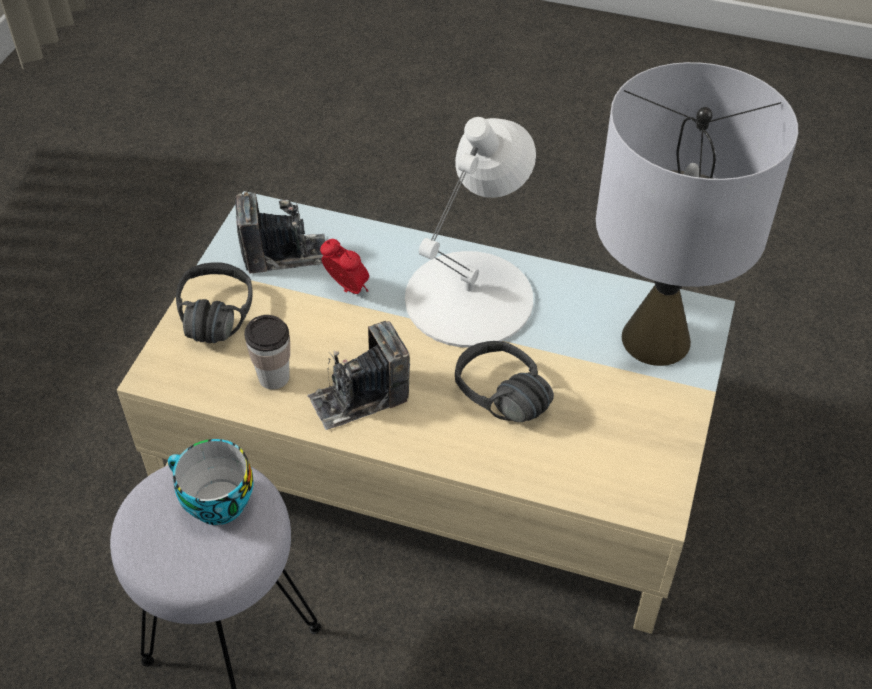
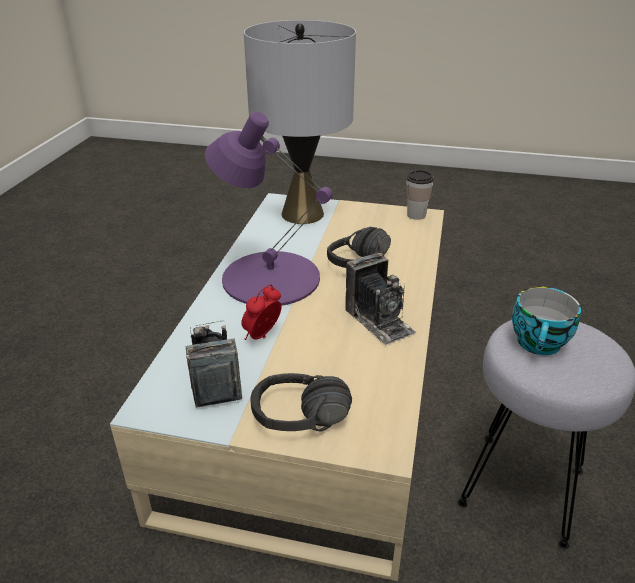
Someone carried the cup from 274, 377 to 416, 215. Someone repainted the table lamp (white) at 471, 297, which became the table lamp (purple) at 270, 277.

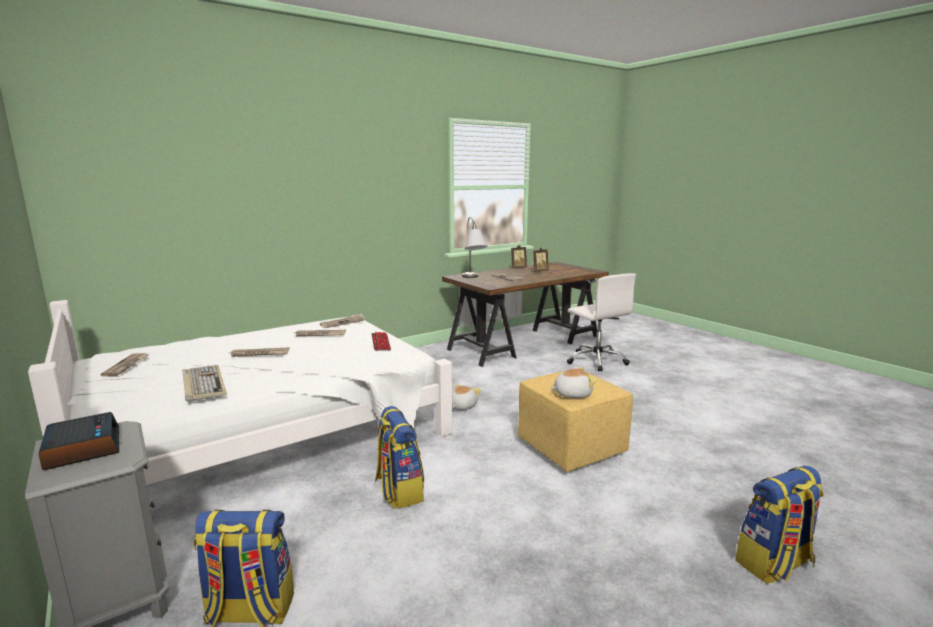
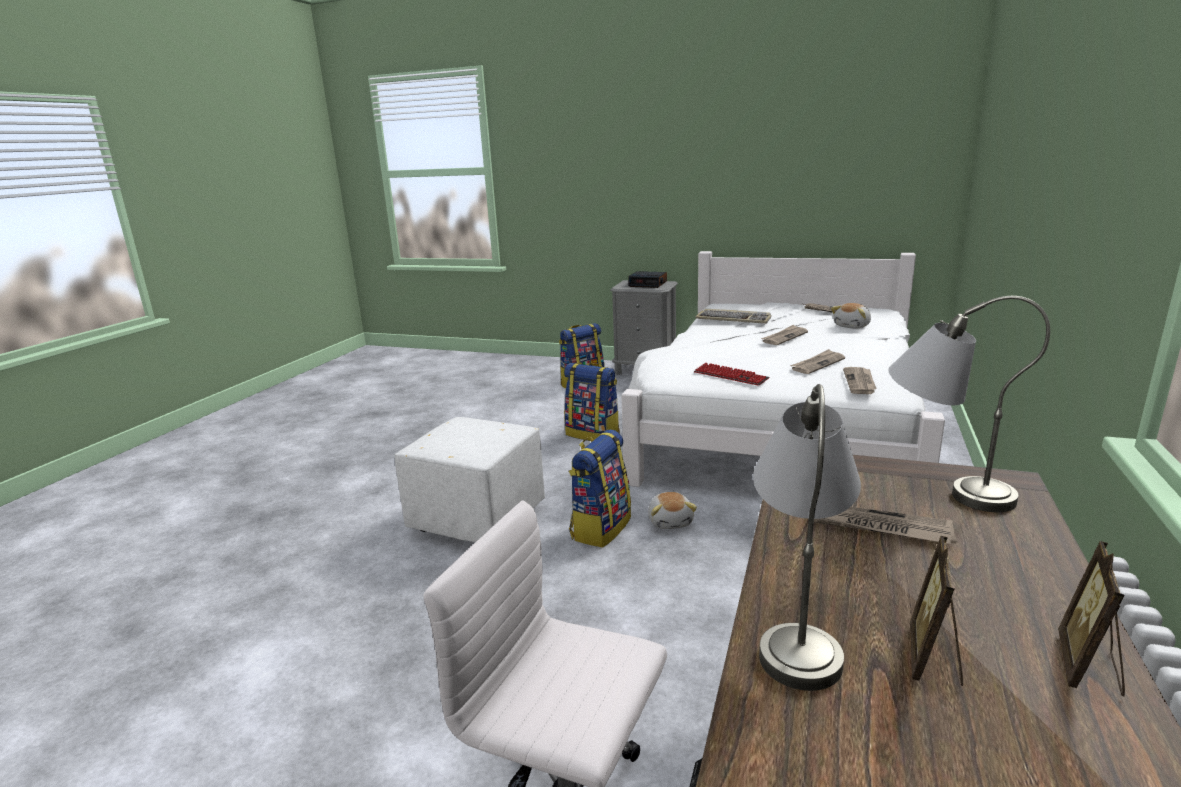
Someone put down the table lamp (grey) at 799, 624. Someone carried the plush toy from 572, 394 to 852, 326. Someone carried the backpack from 774, 564 to 600, 528. Someone repainted the ottoman (yellow) at 569, 449, which became the ottoman (white) at 479, 518.

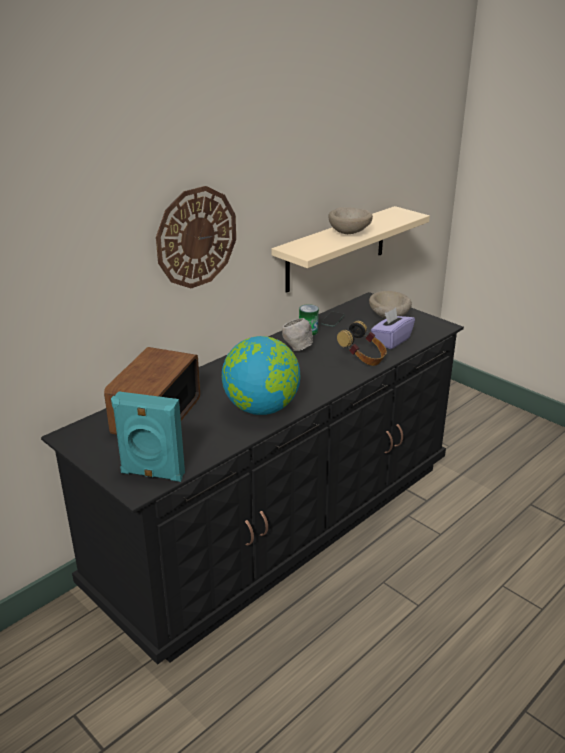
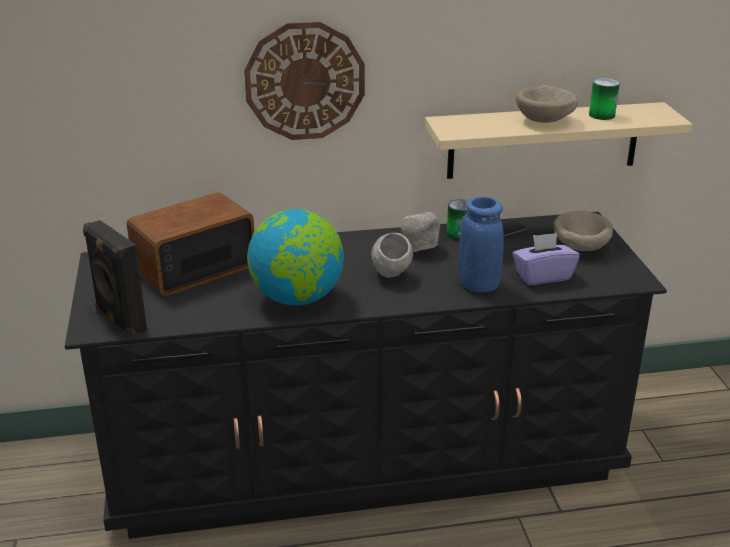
Someone put down the bowl (grey) at 391, 276. Someone put down the can at 602, 115. Someone swapped the headphones at 363, 359 for the vase (blue) at 478, 285. Someone repainted the speaker (turquoise) at 152, 474, which became the speaker (black) at 119, 321.

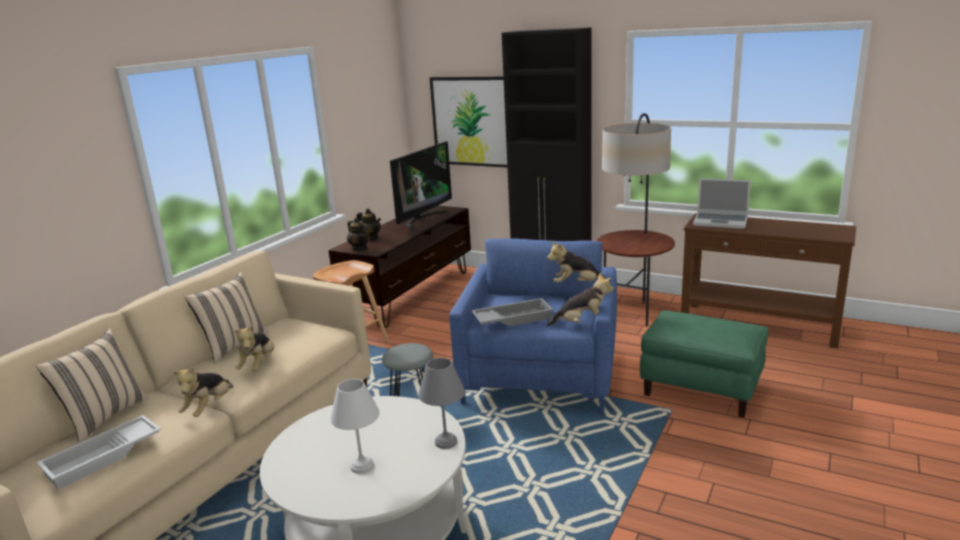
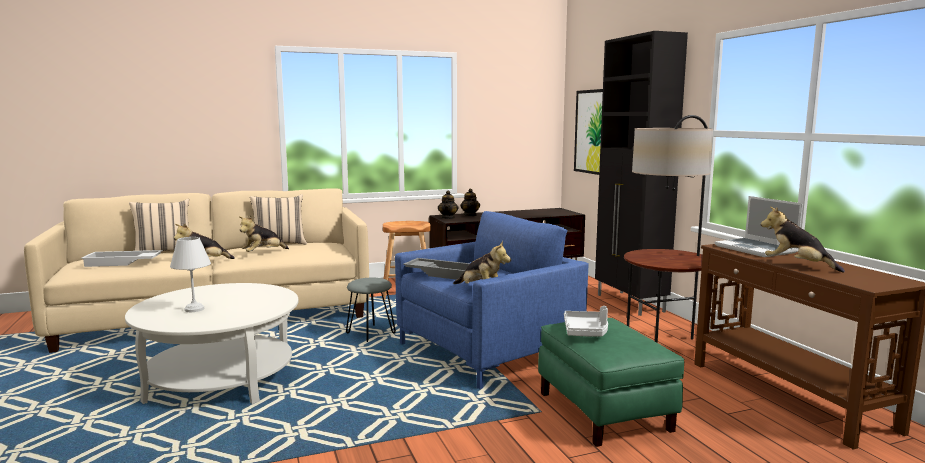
Someone took away the television at 422, 219. Someone took away the table lamp (grey) at 446, 441. Someone put down the tray (grey) at 586, 331. Someone carried the plush toy from 577, 285 to 797, 265.

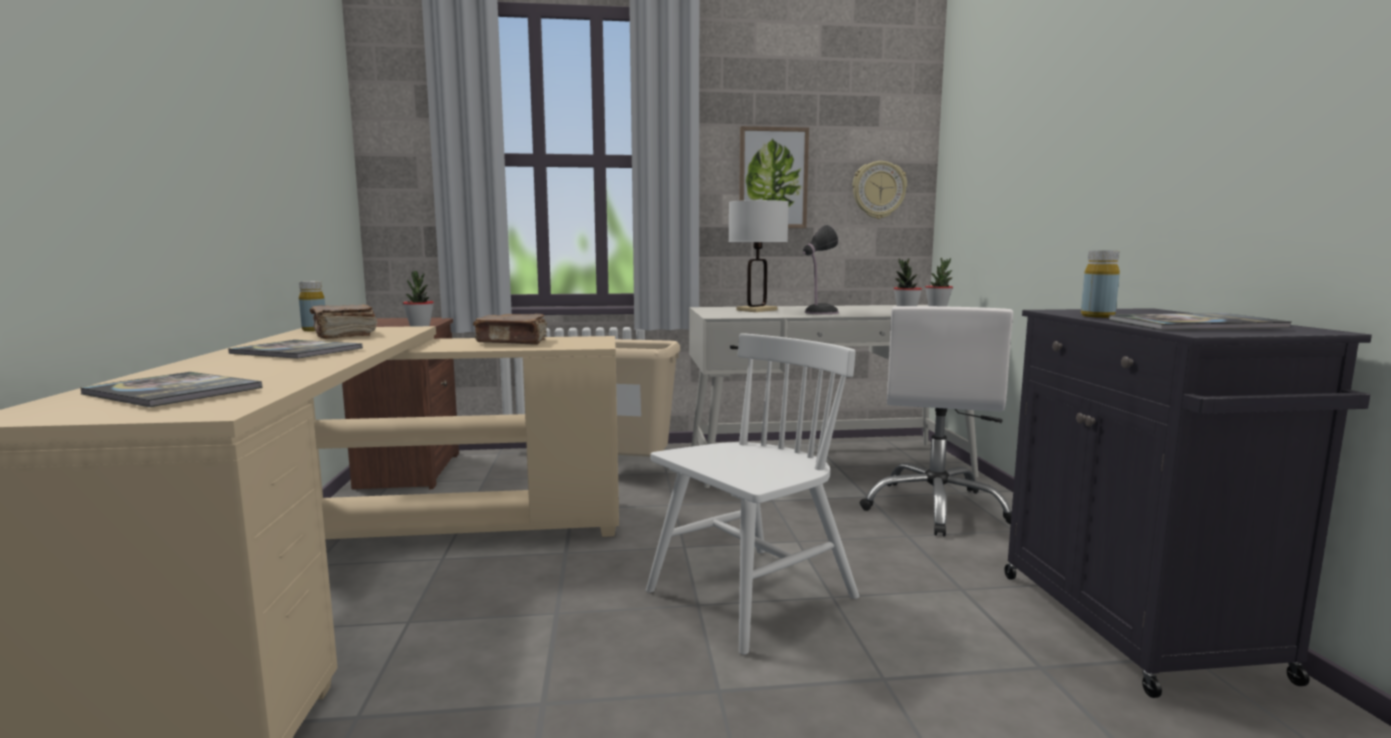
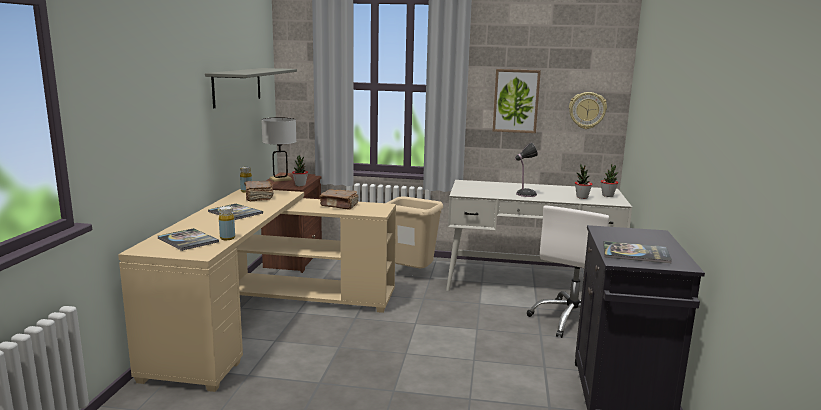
Someone took away the chair (white) at 751, 595. Someone put up the shelf (grey) at 237, 86. Someone carried the table lamp (white) from 756, 310 to 280, 179. Someone carried the bottle (yellow) from 1097, 316 to 227, 238.

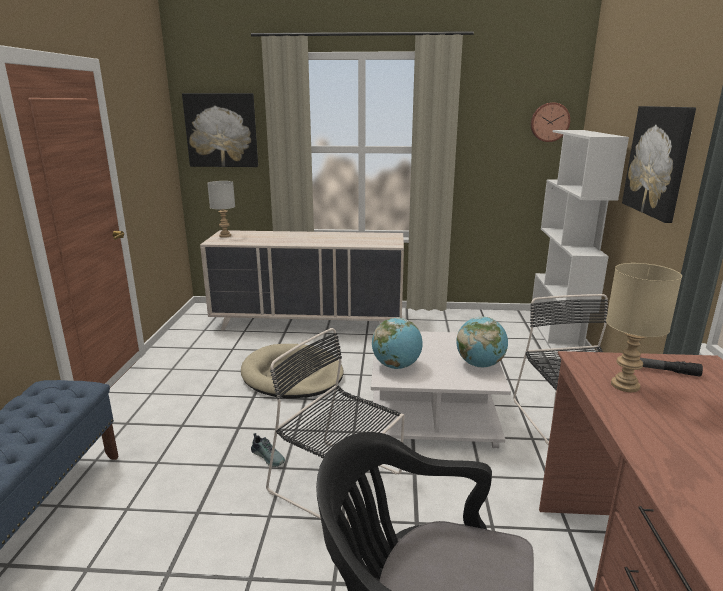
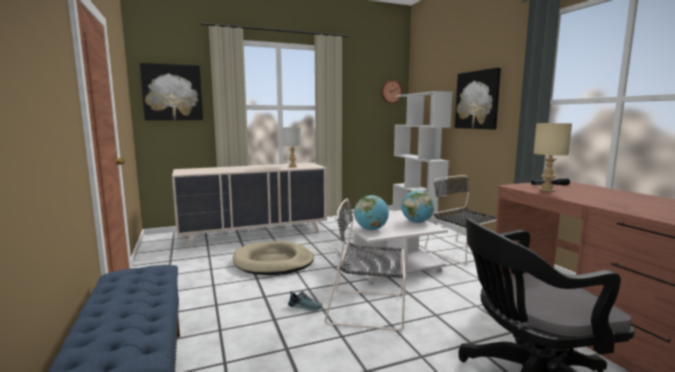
Someone carried the table lamp (grey) from 225, 236 to 292, 167.

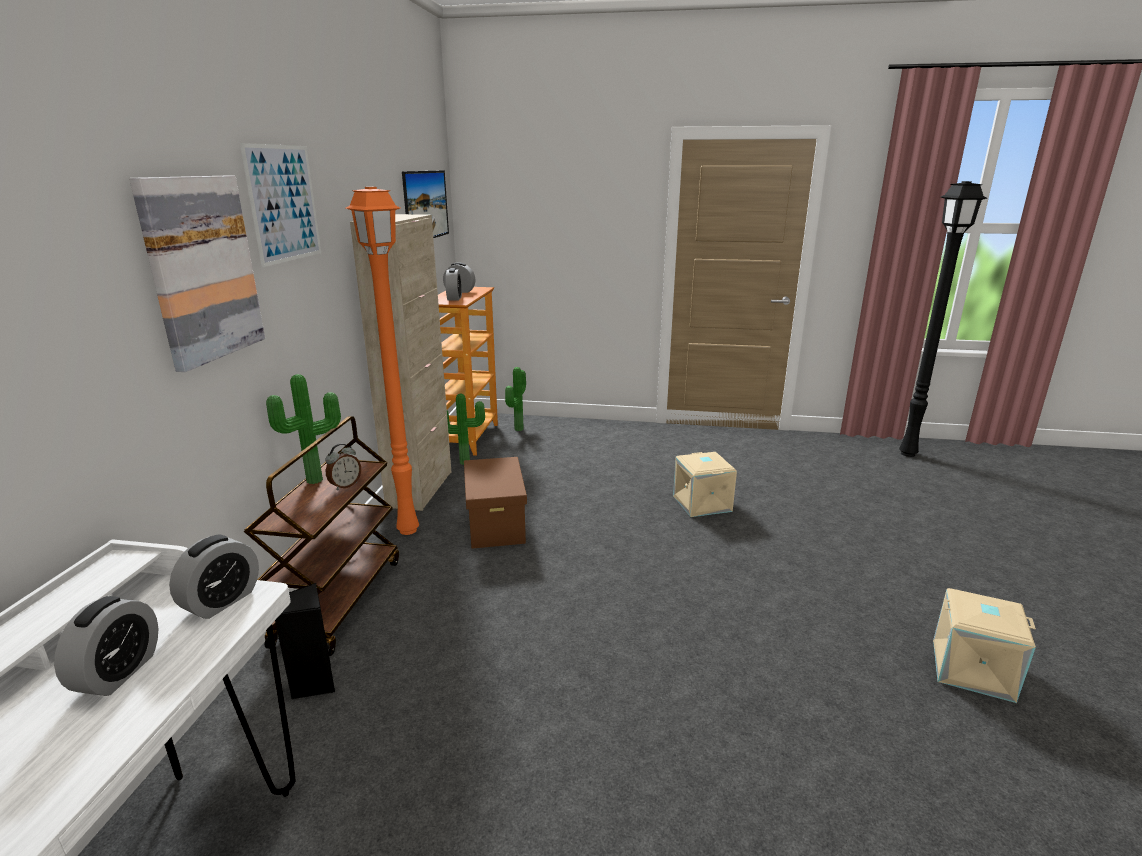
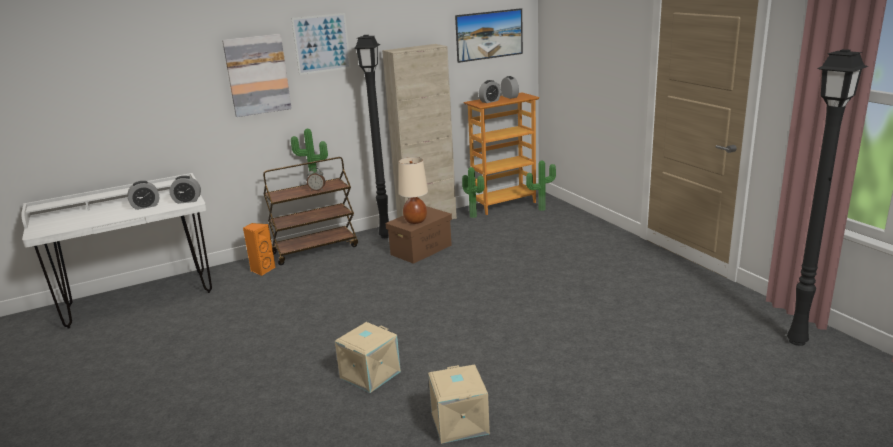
Someone put down the table lamp (beige) at 416, 221. Someone carried the storage box (beige) from 700, 503 to 369, 374. Someone repainted the speaker (black) at 312, 683, which became the speaker (orange) at 262, 270. Someone repainted the floor lamp (orange) at 408, 529, which became the floor lamp (black) at 386, 236.

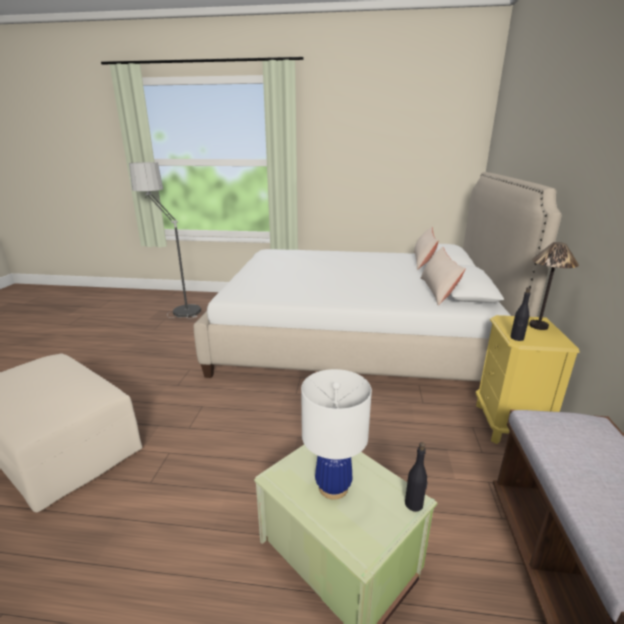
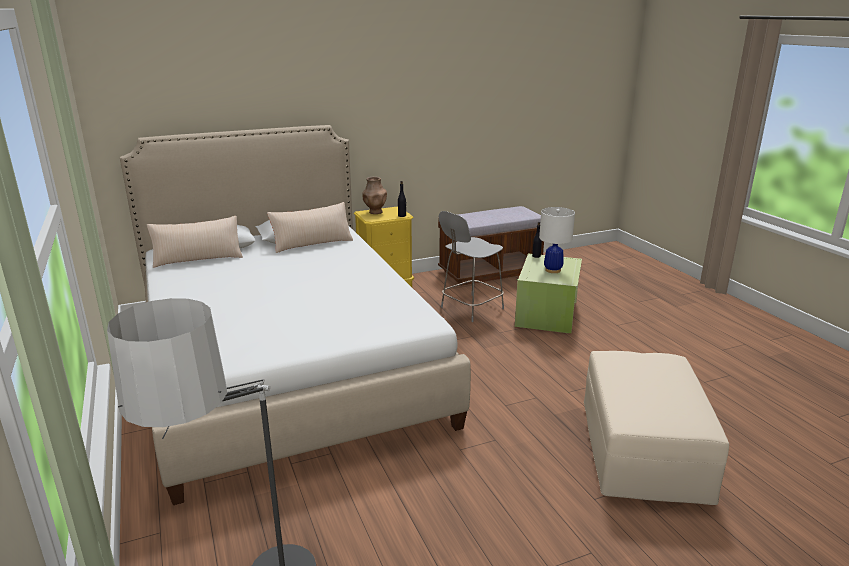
Someone put down the chair (grey) at 470, 308. Someone swapped the table lamp at 538, 326 for the vase (brown) at 375, 212.

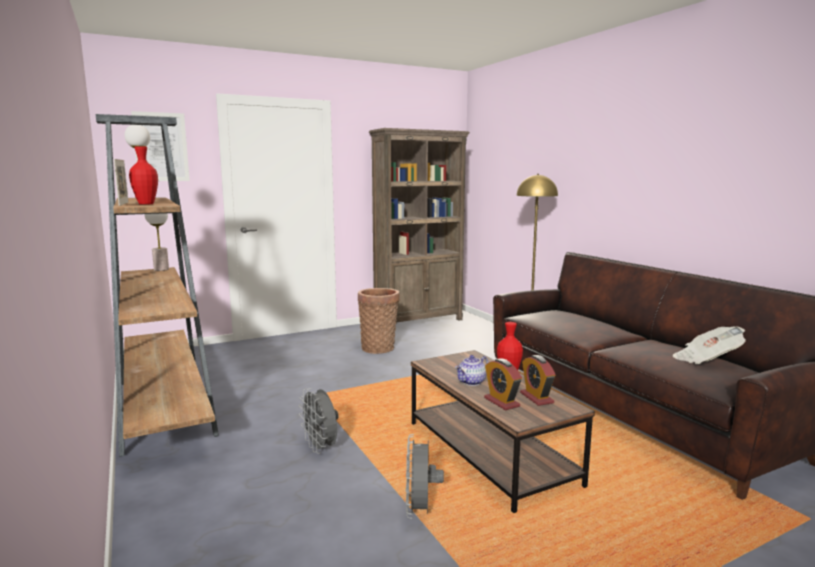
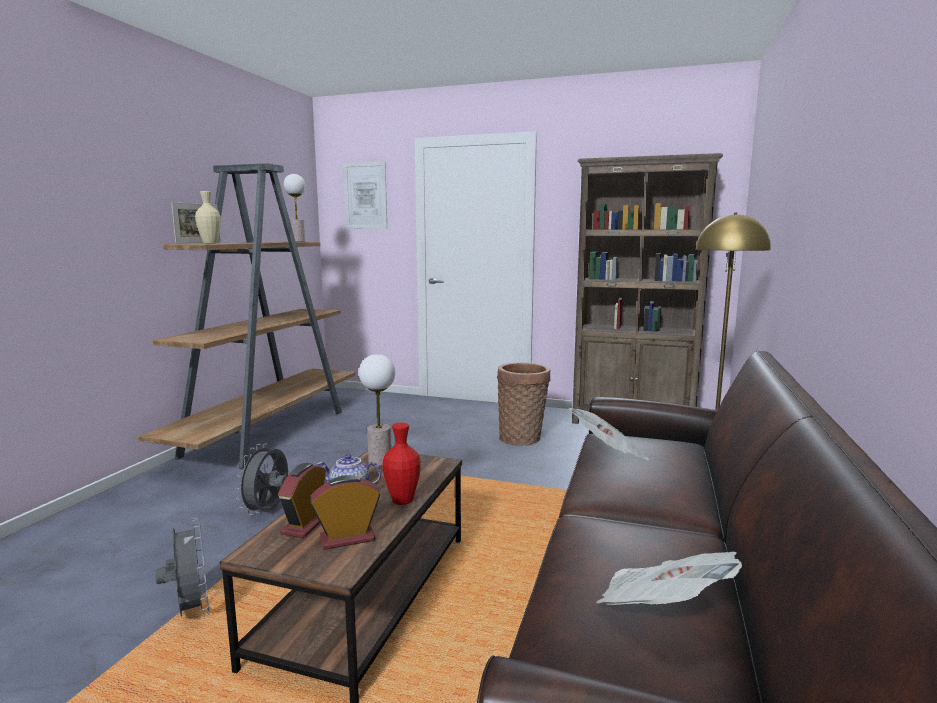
Someone put down the newspaper at 608, 453. Someone carried the table lamp from 161, 269 to 380, 461. Someone repainted the vase (red) at 146, 204, which became the vase (beige) at 210, 243. Someone rotated the fan (grey) at 420, 511 by 105 degrees clockwise. Someone rotated the alarm clock at 536, 398 by 45 degrees clockwise.

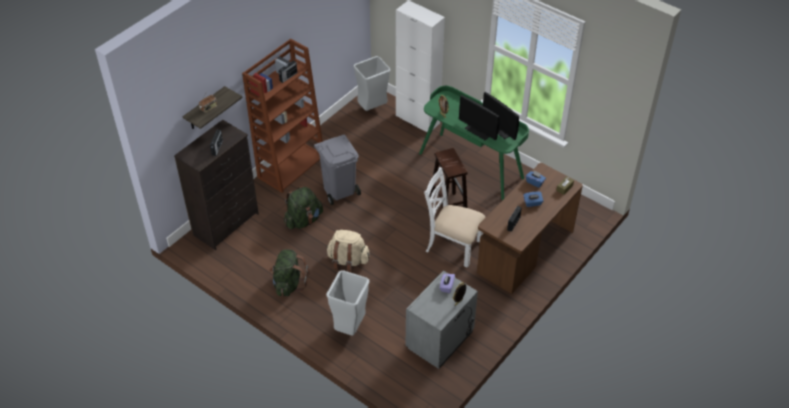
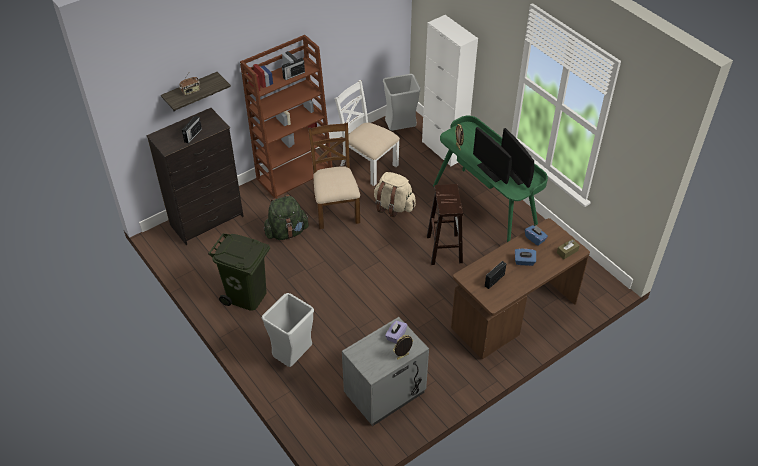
Someone carried the backpack (beige) from 348, 261 to 393, 206. Someone carried the chair (white) from 453, 245 to 368, 165. Someone swapped the backpack (green) at 289, 284 for the trash can (green) at 246, 296. Someone swapped the trash can (grey) at 340, 190 for the chair (brown) at 335, 208.

